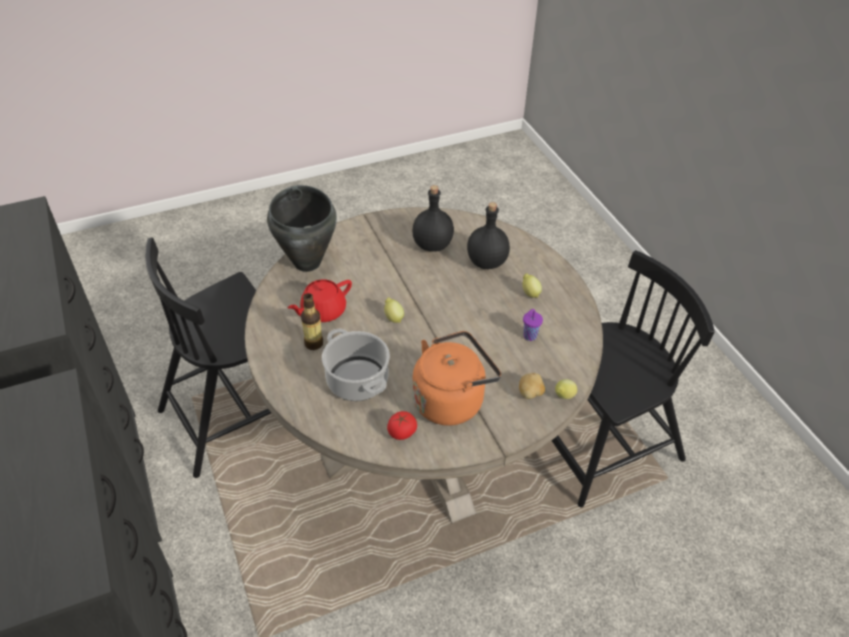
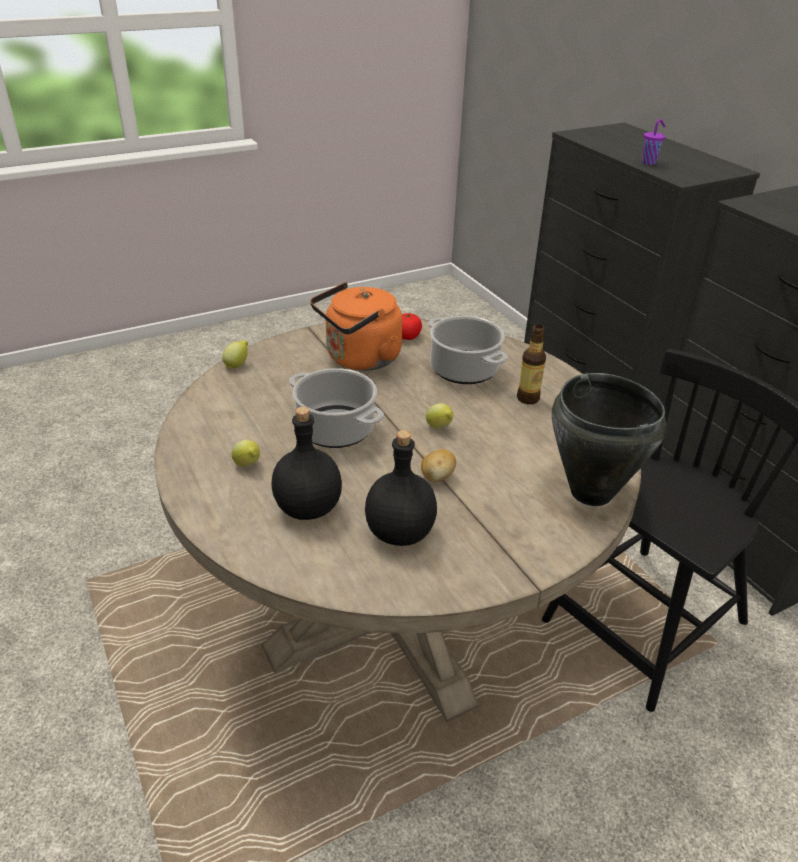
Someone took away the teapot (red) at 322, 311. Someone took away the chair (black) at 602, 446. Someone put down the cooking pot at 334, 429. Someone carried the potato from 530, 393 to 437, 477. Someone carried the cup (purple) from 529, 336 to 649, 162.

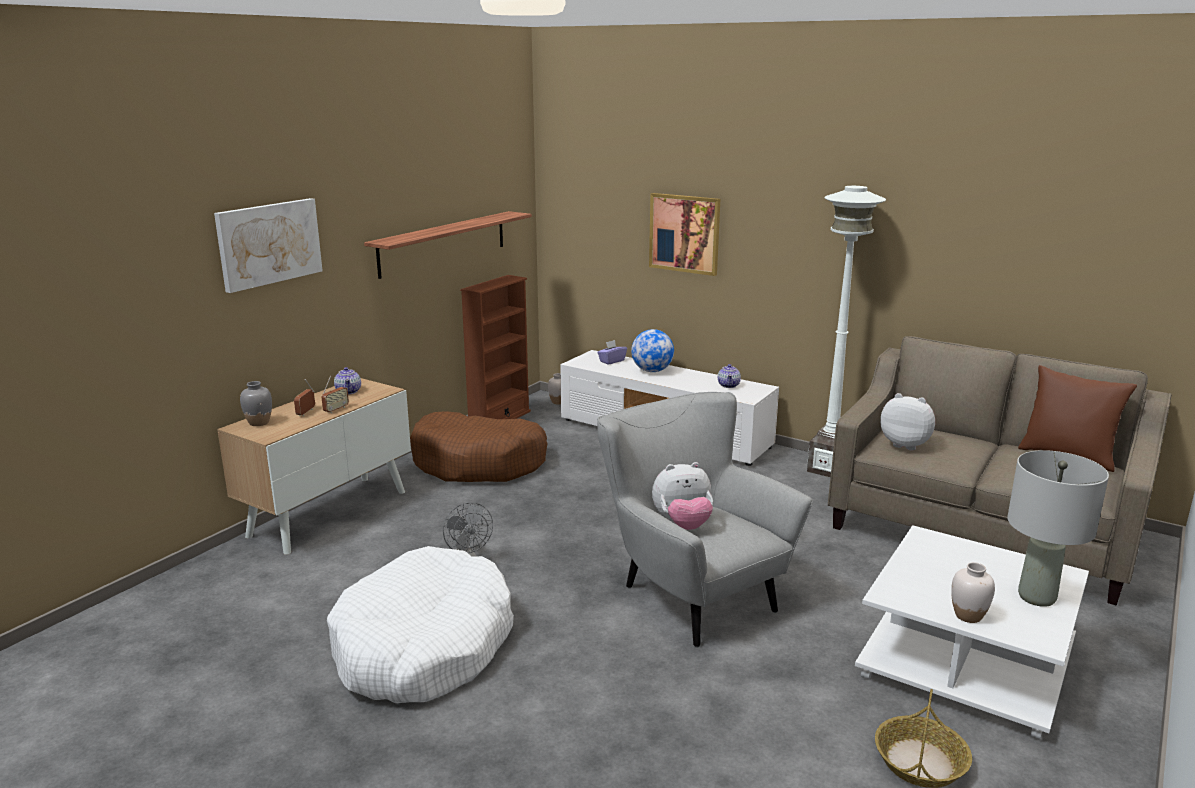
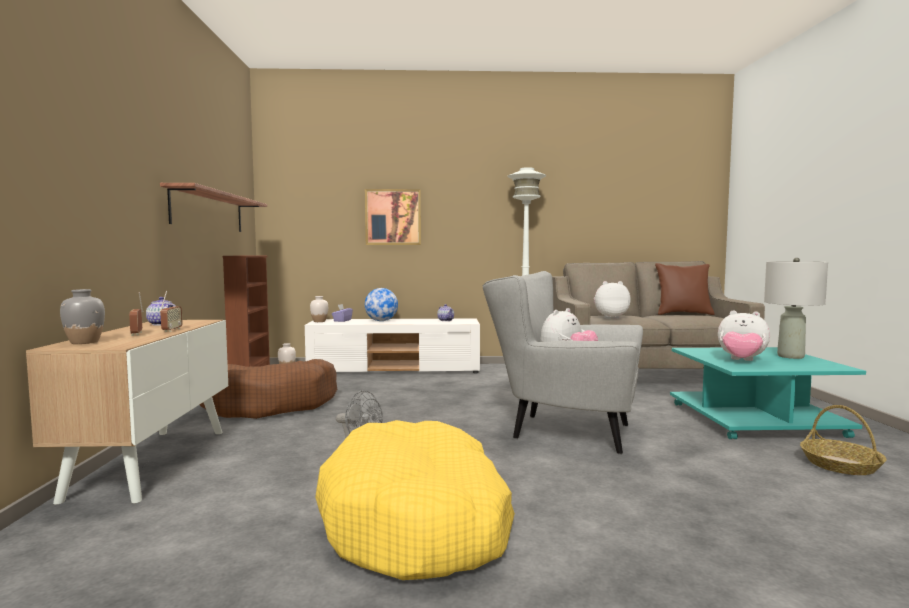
Someone took away the picture at 269, 243. Someone put down the plush toy at 741, 360. Someone carried the vase (white) from 968, 616 to 319, 321. Someone repainted the dog bed (white) at 424, 646, which became the dog bed (yellow) at 417, 521. Someone repainted the coffee table (white) at 968, 661, which became the coffee table (turquoise) at 755, 419.

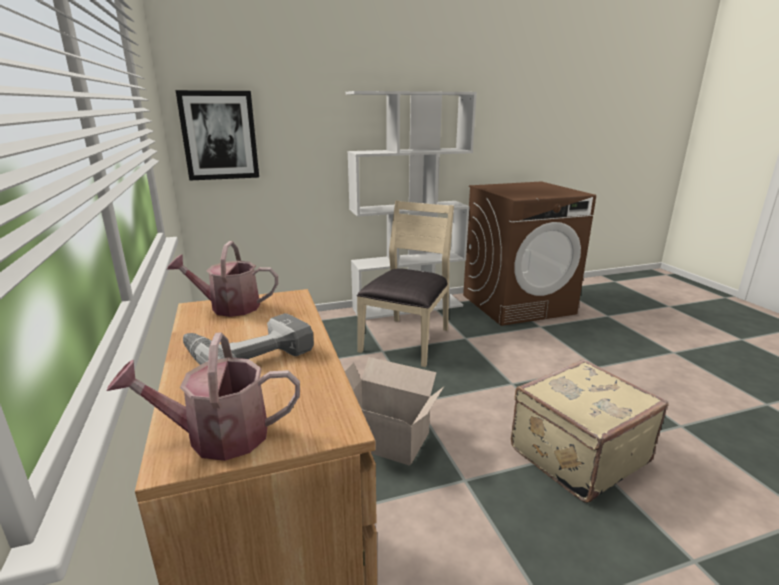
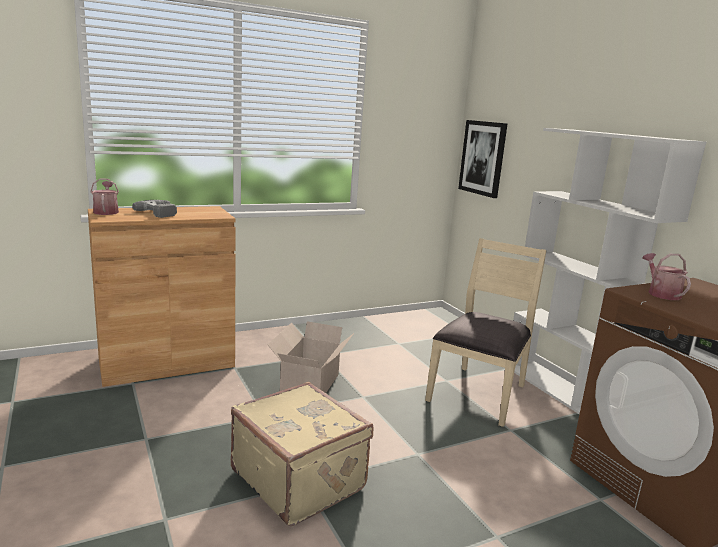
Someone carried the watering can from 228, 307 to 661, 293. Someone rotated the chair (beige) at 407, 340 by 75 degrees counterclockwise.

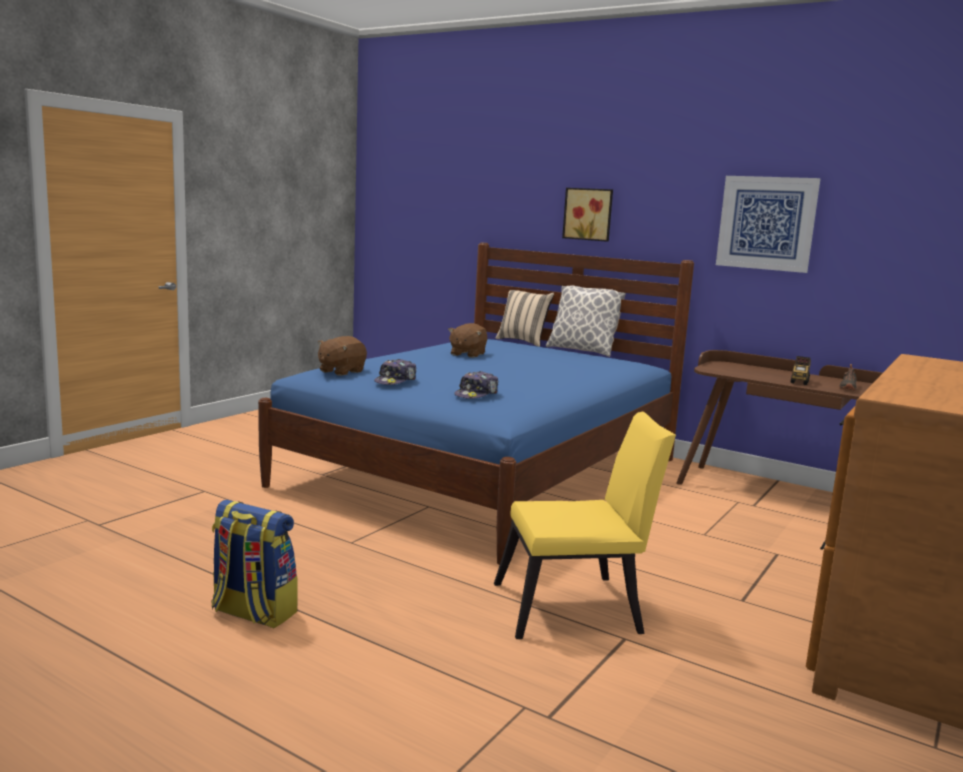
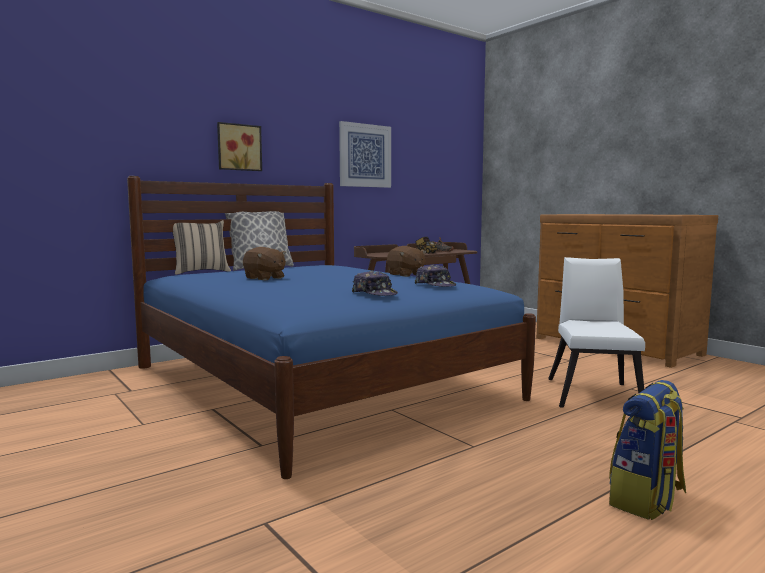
Someone carried the plush toy (brown) from 341, 371 to 406, 275. Someone repainted the chair (yellow) at 576, 608, which became the chair (white) at 593, 392.

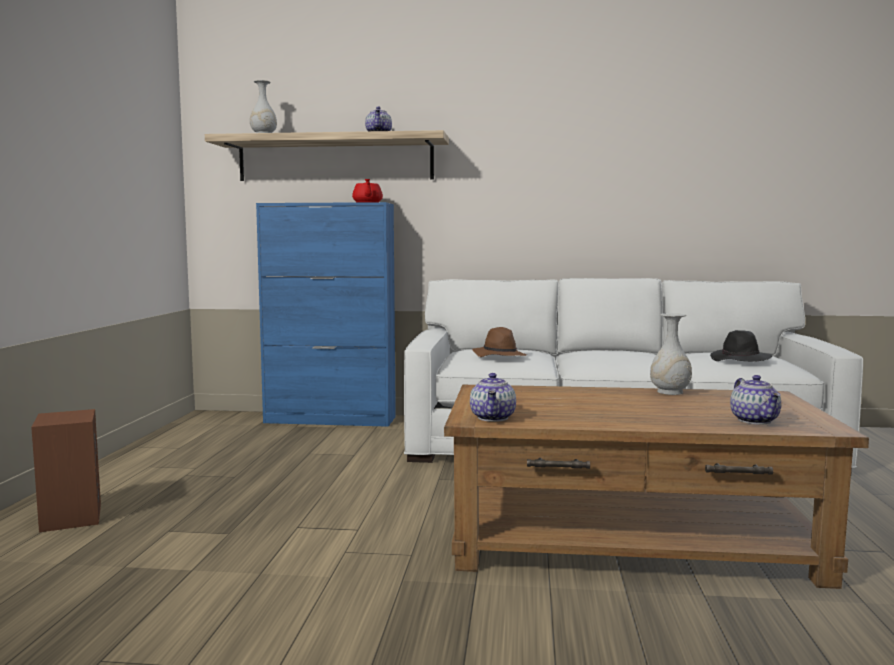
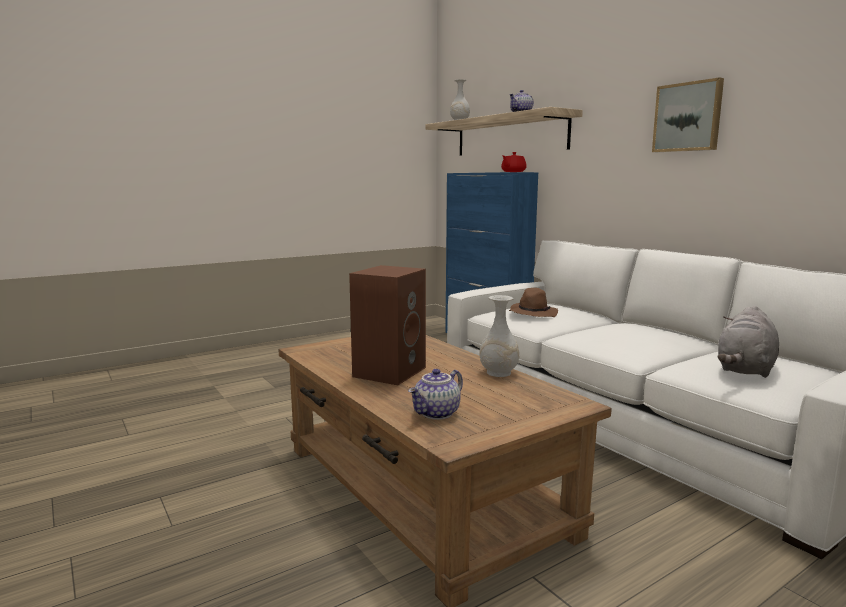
Someone took away the teapot at 494, 418. Someone put up the picture at 688, 117. Someone carried the speaker (brown) from 69, 517 to 389, 371. Someone swapped the hat (black) at 740, 360 for the plush toy (grey) at 745, 369.

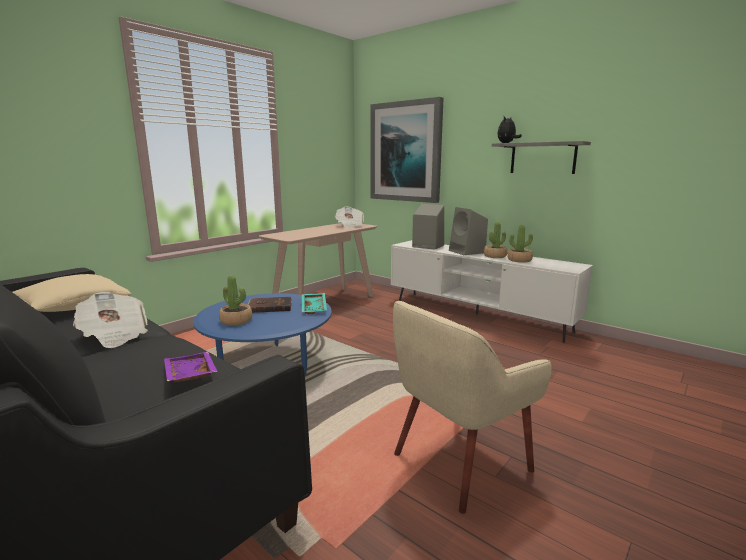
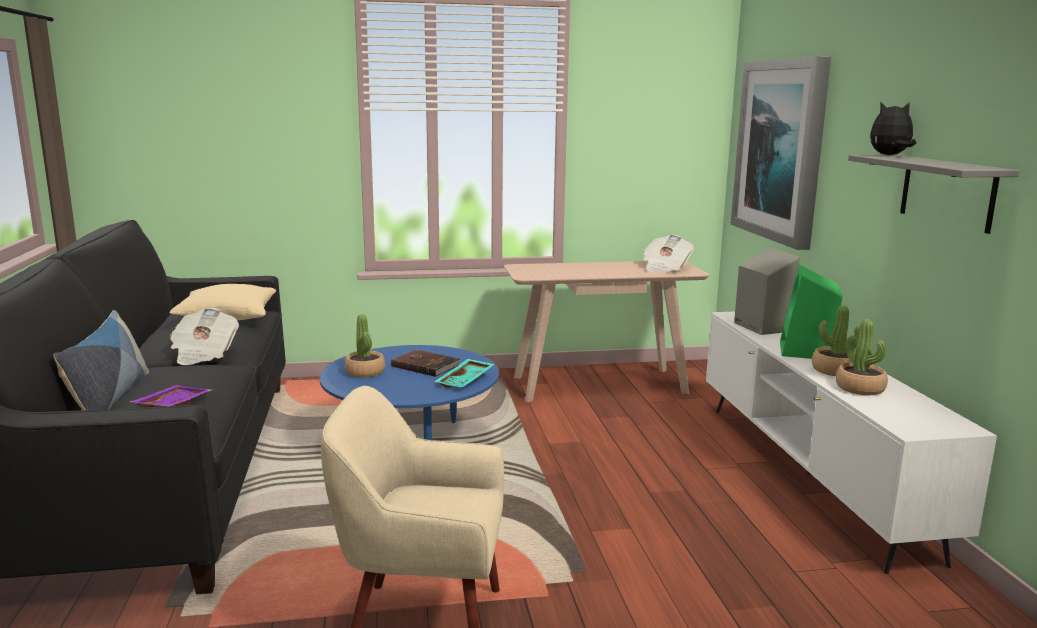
Someone put down the pillow at 109, 399. Someone repainted the speaker (grey) at 467, 252, which became the speaker (green) at 807, 351.

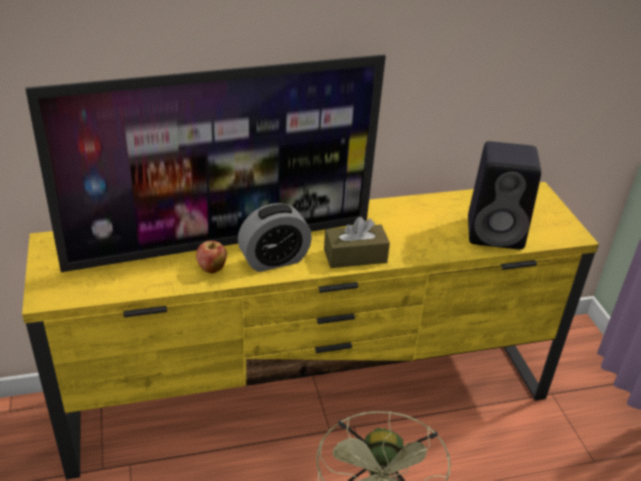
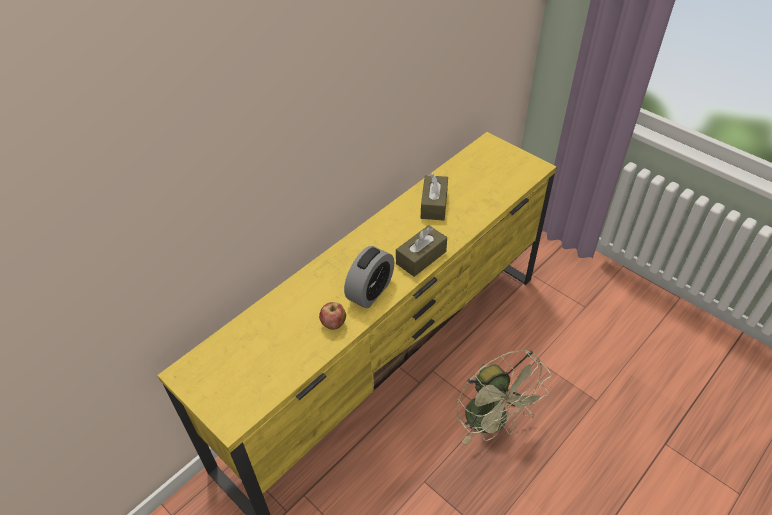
Someone took away the television at 222, 242. Someone took away the speaker (black) at 497, 233. Someone put down the tissue box (brown) at 434, 204.

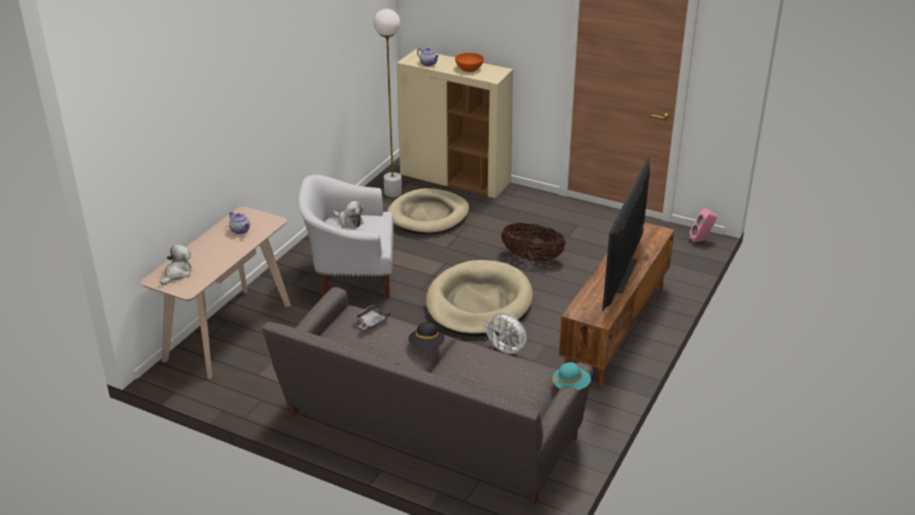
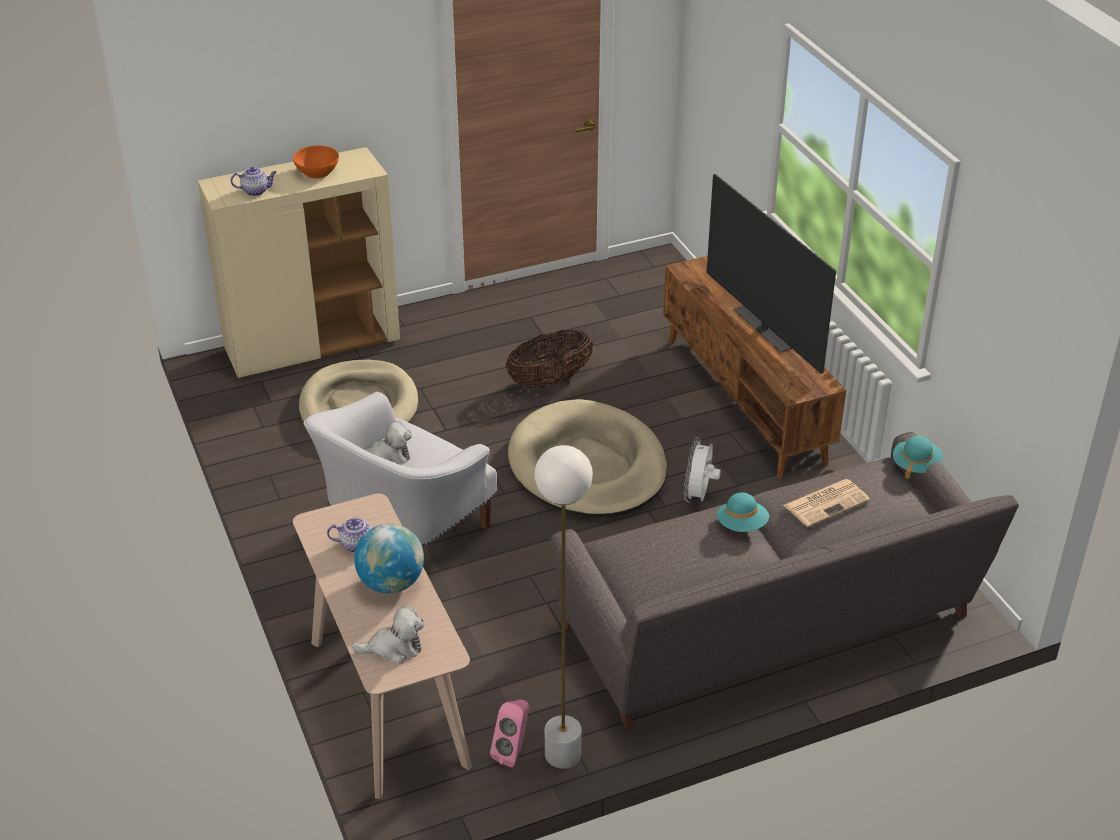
Someone took away the tray (grey) at 370, 322. Someone put down the globe at 391, 583. Someone put down the newspaper at 827, 502. Someone carried the floor lamp (white) from 393, 192 to 562, 754. Someone carried the speaker (pink) from 701, 240 to 513, 752. Someone repainted the hat (black) at 426, 346, which became the hat (turquoise) at 742, 525. Someone rotated the plush toy at 177, 274 by 105 degrees clockwise. Someone rotated the fan (white) at 505, 352 by 120 degrees clockwise.

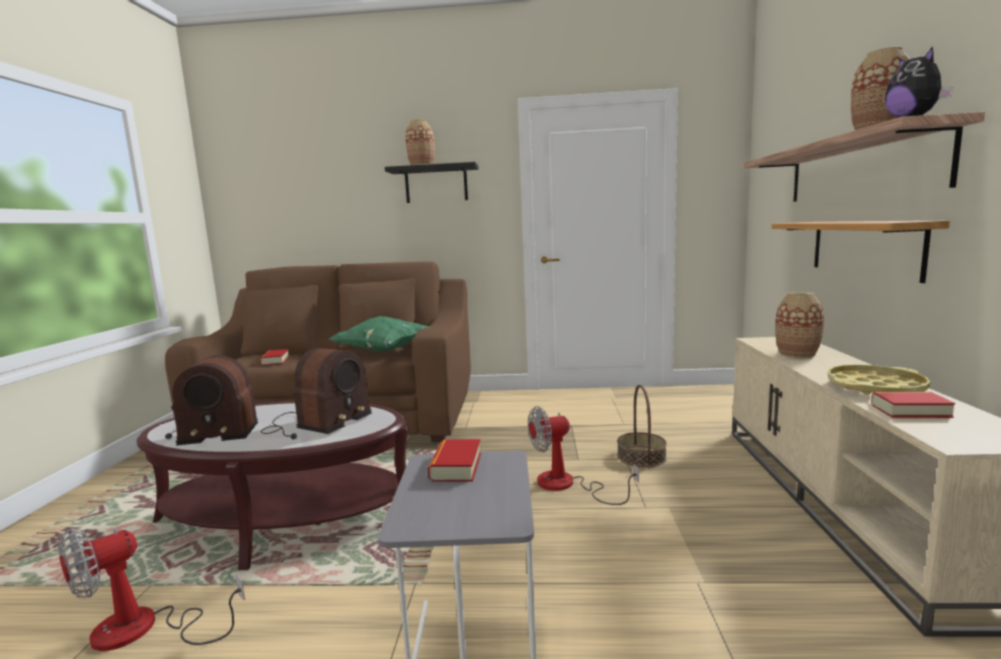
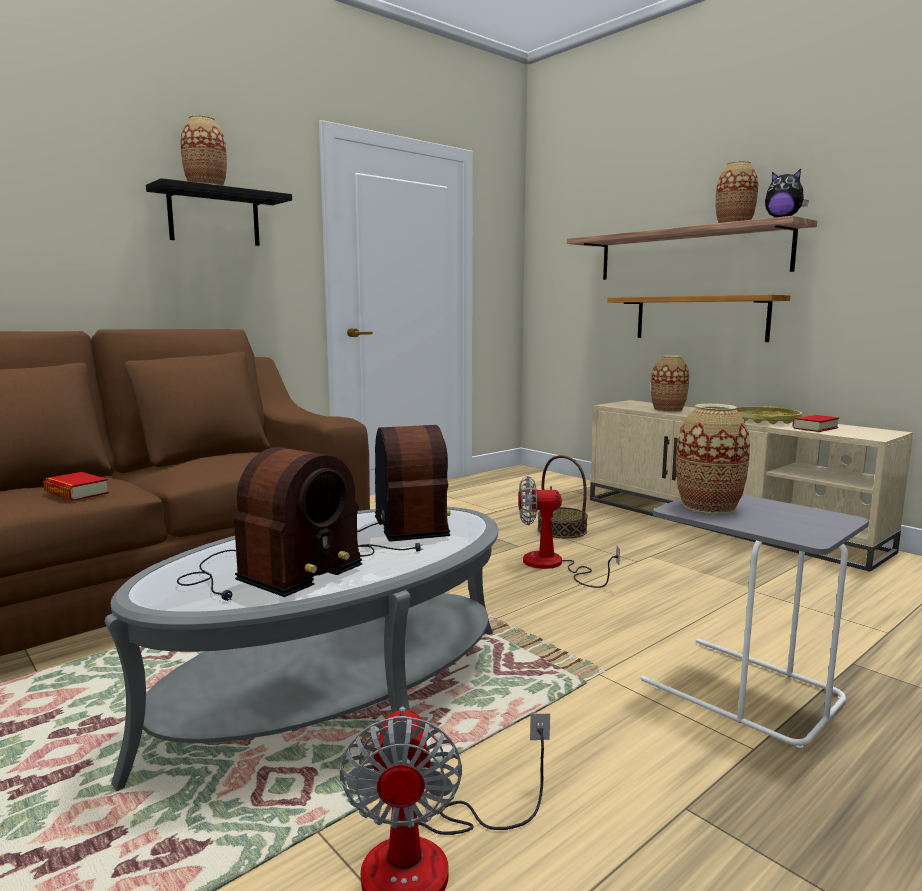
Someone took away the pillow (green) at 383, 351. Someone swapped the book at 456, 466 for the vase at 708, 506. Someone repainted the coffee table (brown) at 286, 519, which became the coffee table (grey) at 337, 696. Someone rotated the fan at 567, 485 by 60 degrees clockwise.

